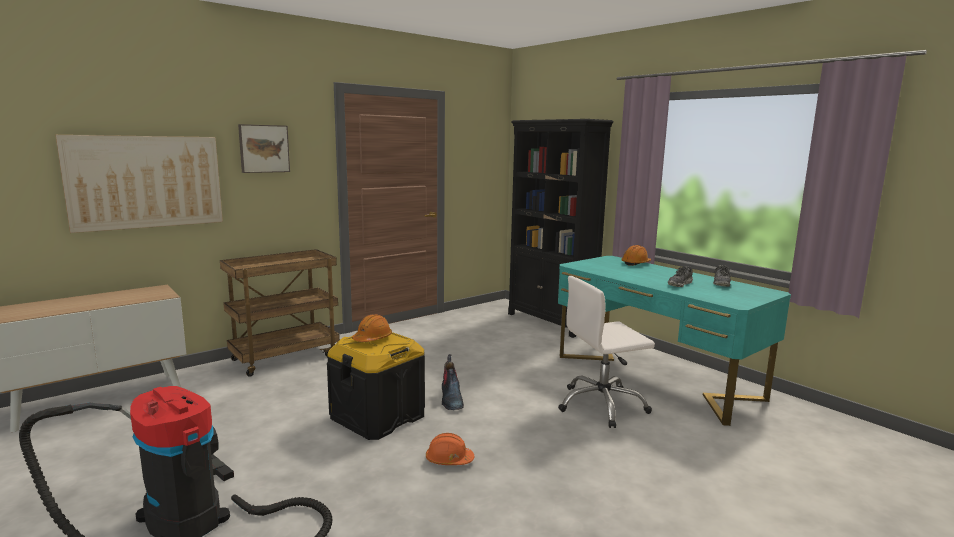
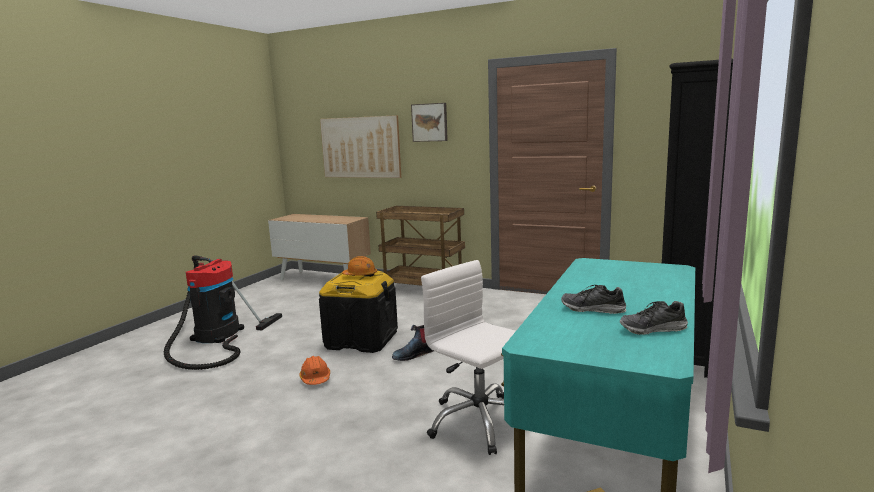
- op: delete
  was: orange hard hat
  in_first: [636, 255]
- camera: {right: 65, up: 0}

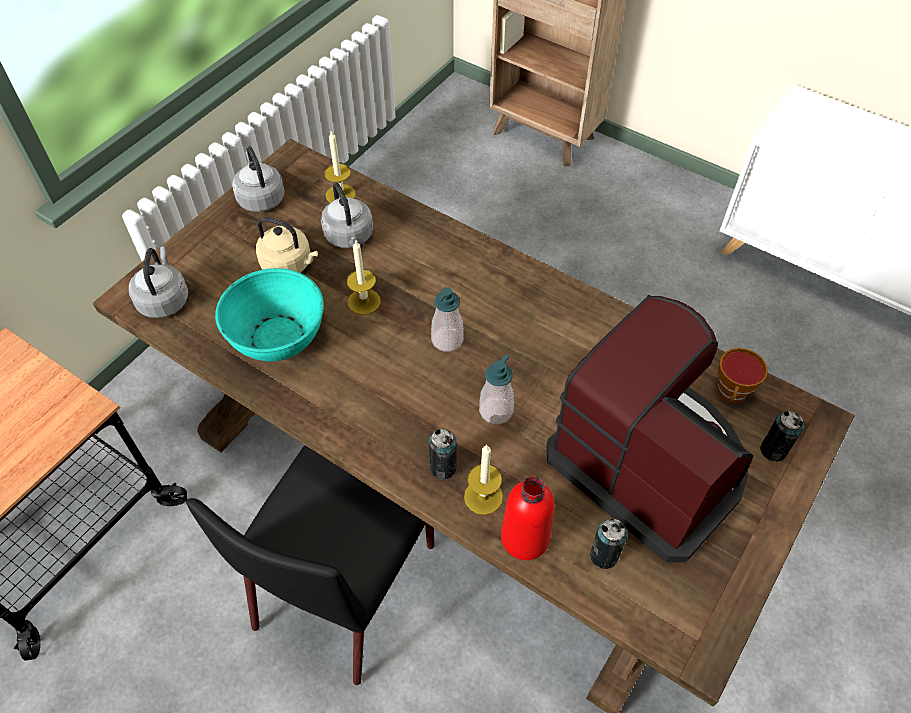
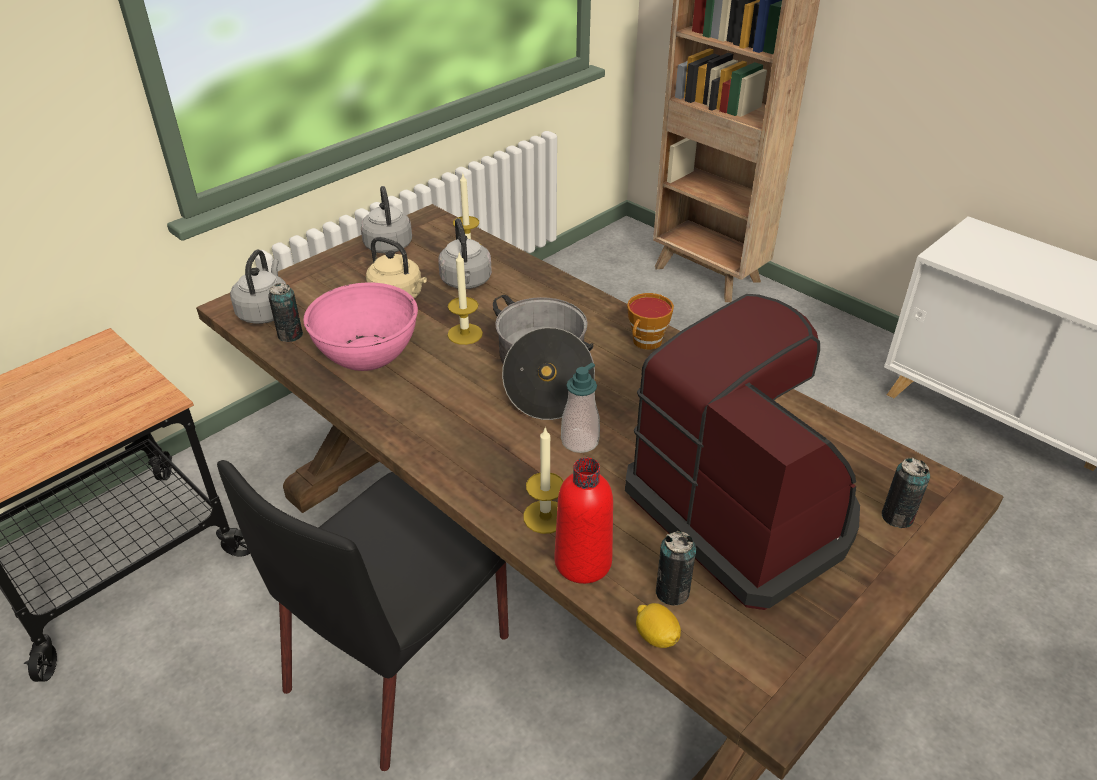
- op: move
  was: can
  in_first: [443, 454]
  in_second: [286, 312]
- op: recolor
  was: turquoise-coloured deep dish
  now: pink-coloured deep dish
  in_first: [269, 315]
  in_second: [360, 326]
- op: replace
  was: liquid soap bottle
  now: saucepot
  in_first: [447, 319]
  in_second: [544, 357]
- op: move
  was: drinking cup
  in_first: [742, 376]
  in_second: [650, 321]
- op: insert
  now: citrus fruit
  in_second: [658, 625]
- camera: {right: 10, up: -15}

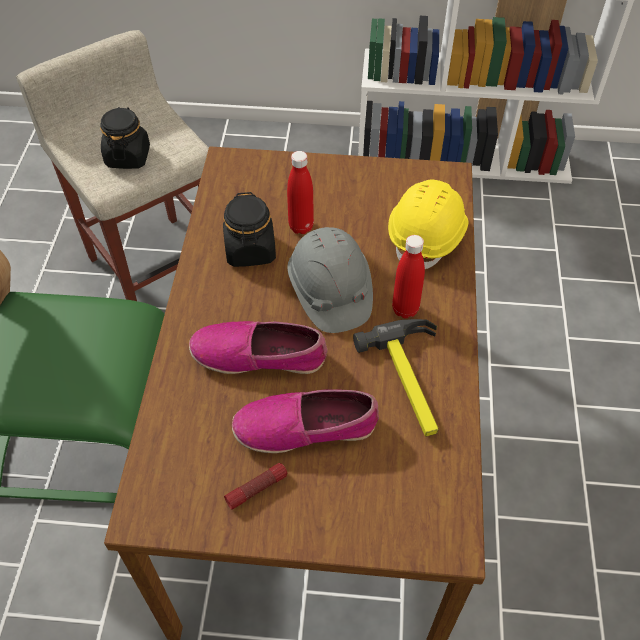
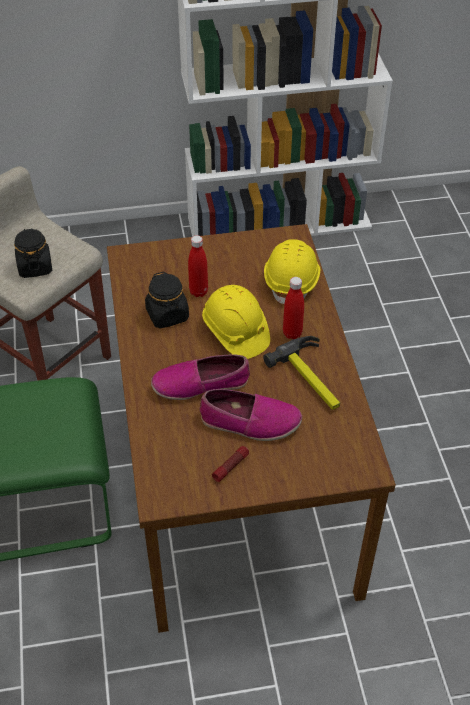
- op: rotate
  was: shoe
  in_first: [305, 421]
  in_second: [250, 415]
  clockwise: -150
- op: recolor
  was: grey hard hat
  now: yellowish hard hat
  in_first: [330, 280]
  in_second: [236, 322]
- camera: {right: -15, up: -5}

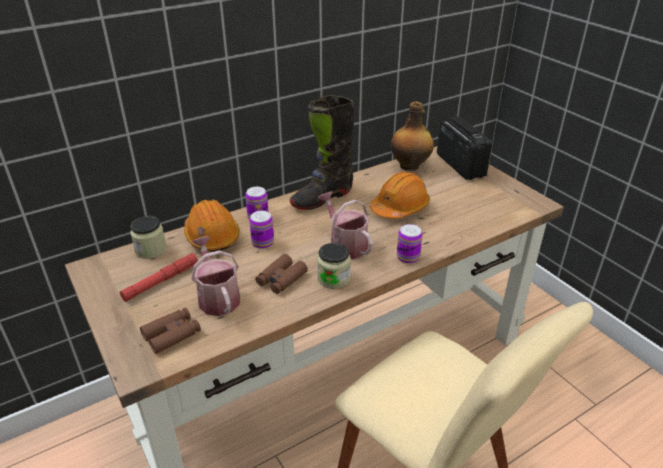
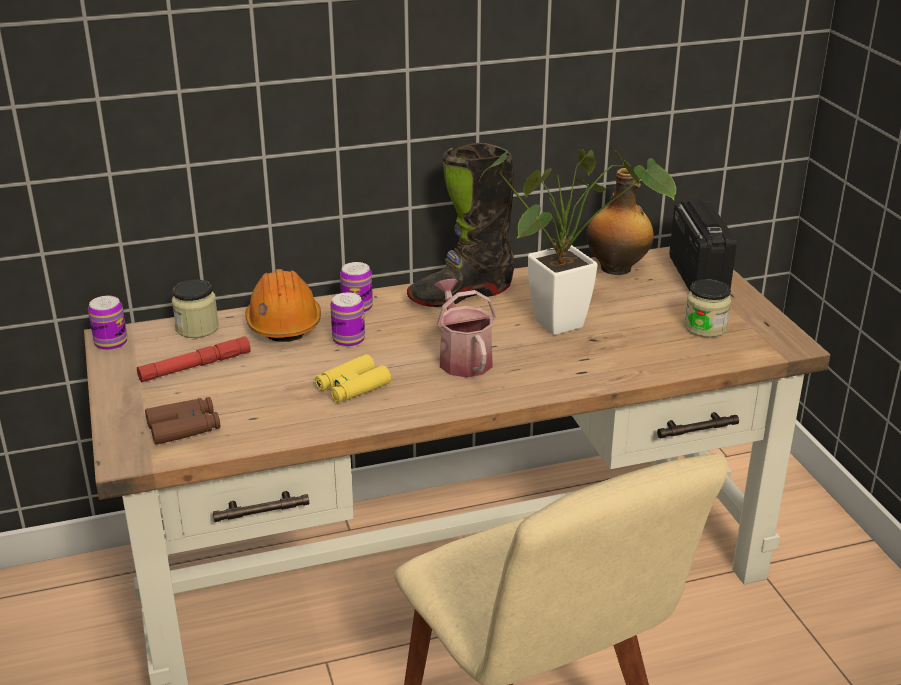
- op: move
  was: can
  in_first: [410, 244]
  in_second: [107, 323]
- op: recolor
  was: brown pair of binoculars
  now: yellowish pair of binoculars
  in_first: [281, 274]
  in_second: [353, 378]
- op: replace
  was: orange hard hat
  now: potted plant
  in_first: [400, 195]
  in_second: [576, 242]
- op: move
  was: storage jar
  in_first: [334, 266]
  in_second: [707, 308]
- op: delete
  was: sprinkling can
  in_first: [215, 276]
- camera: {right: 15, up: -5}

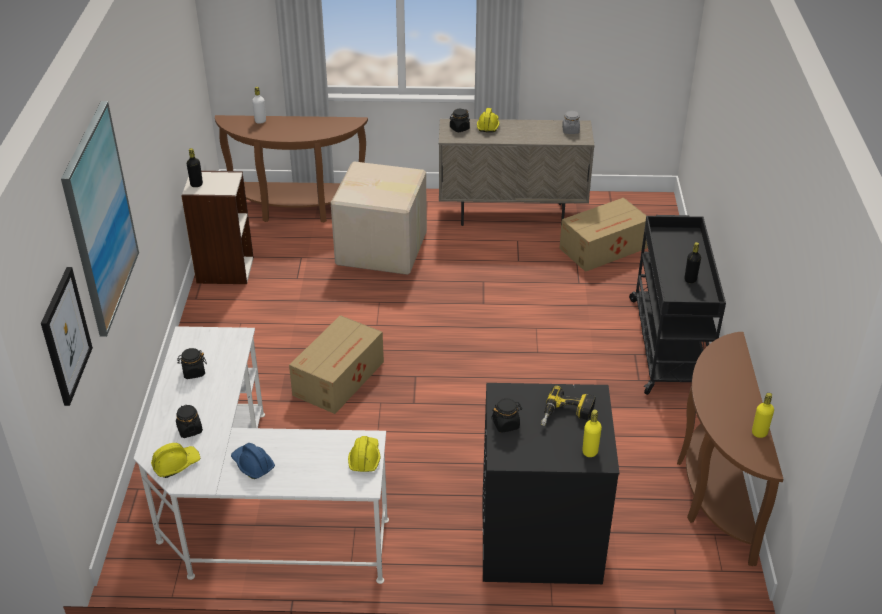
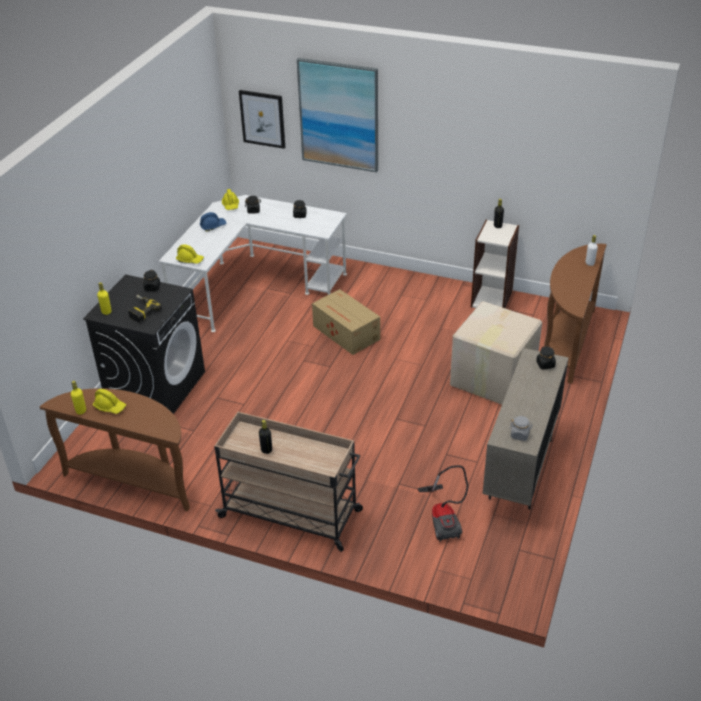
- op: move
  was: yellowish hard hat
  in_first: [488, 120]
  in_second: [109, 401]
- op: recolor
  was: black-coloured trolley
  now: sand-coloured trolley
  in_first: [677, 305]
  in_second: [288, 482]
- op: replace
  was: cardboard box
  now: hoover
  in_first: [603, 235]
  in_second: [443, 503]
- camera: {right: 110, up: 0}

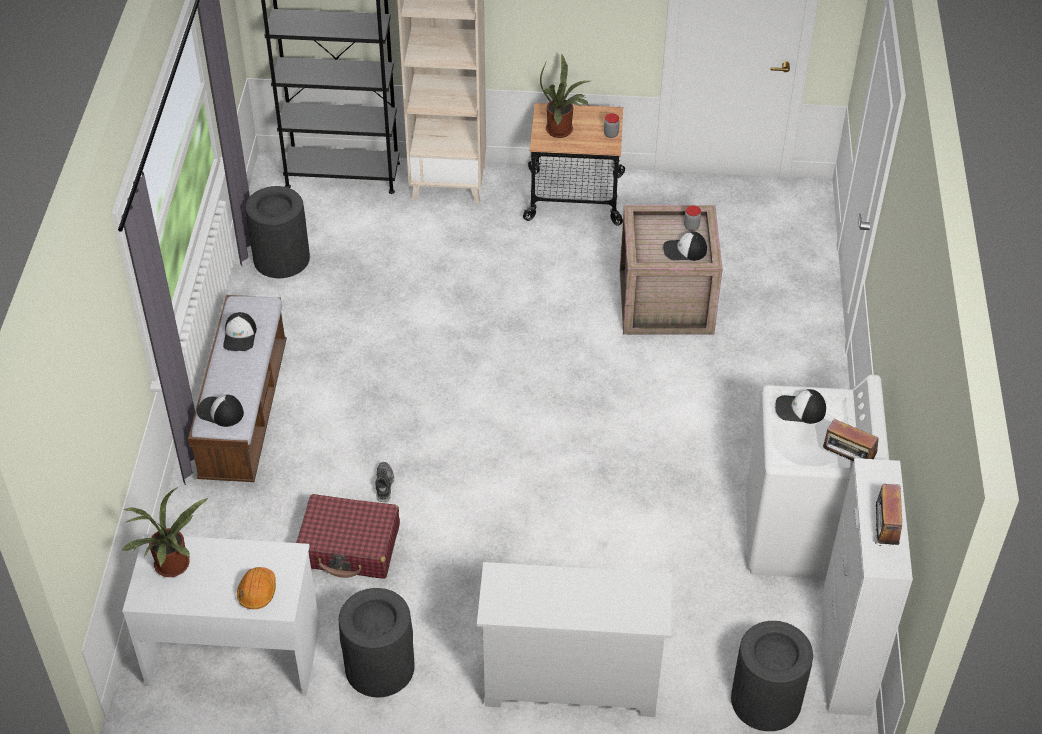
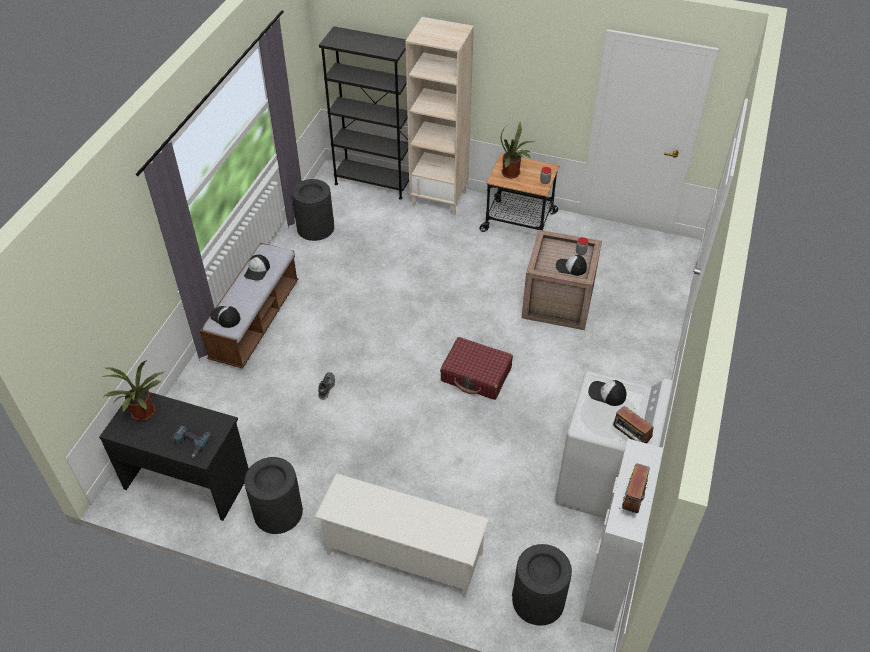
- op: recolor
  was: white-coloured desk table
  now: black-coloured desk table
  in_first: [221, 615]
  in_second: [174, 456]
- op: replace
  was: orange hard hat
  now: power drill
  in_first: [256, 588]
  in_second: [192, 441]
- op: replace
  was: white-coloured dresser
  now: white-coloured shoe rack
  in_first: [574, 639]
  in_second: [401, 535]
- op: move
  was: red-coloured suitcase
  in_first: [348, 536]
  in_second: [476, 368]
- camera: {right: 15, up: 0}

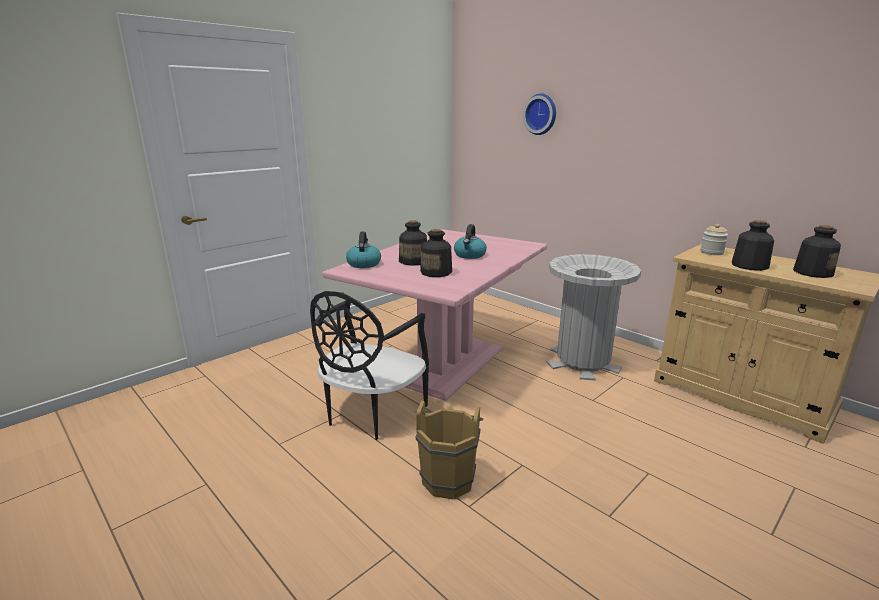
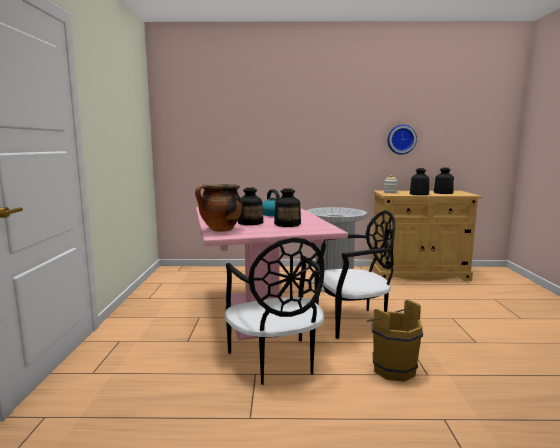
- op: replace
  was: tea kettle
  now: saucepot
  in_first: [363, 249]
  in_second: [218, 208]
- op: insert
  now: black-coloured upright chair
  in_second: [355, 274]
- op: move
  was: clock on the wall
  in_first: [539, 114]
  in_second: [402, 139]
- camera: {right: -45, up: -10}

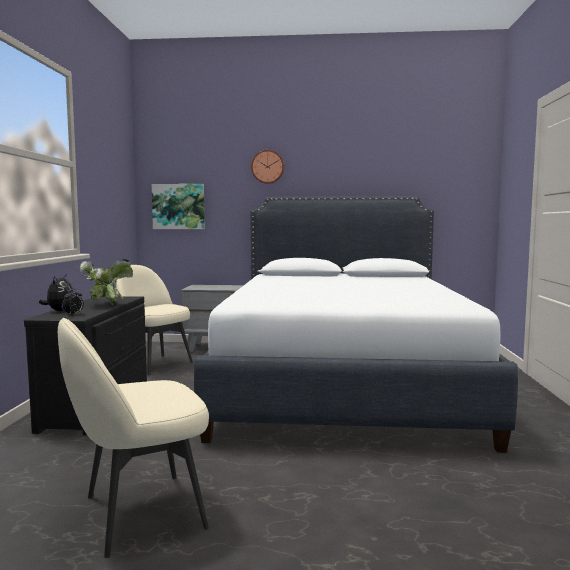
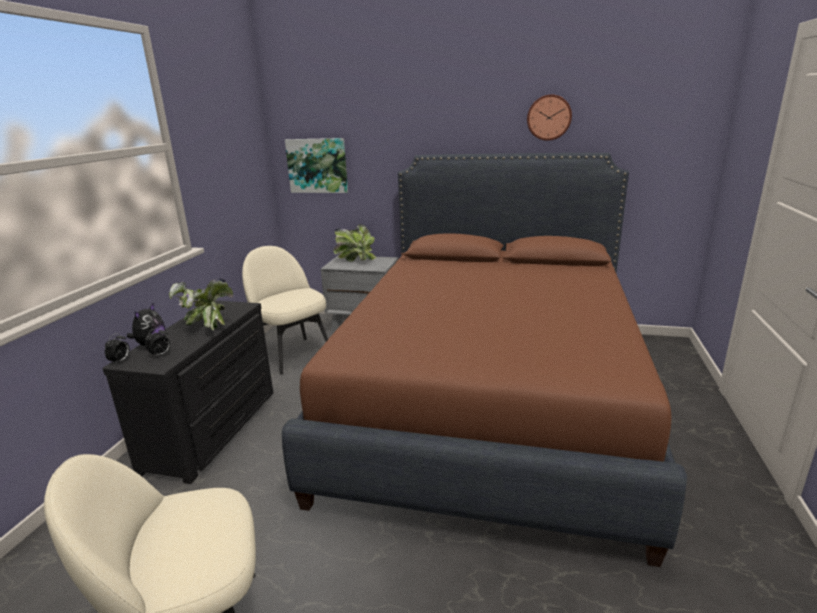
- op: insert
  now: alarm clock
  in_second: [117, 348]
- op: recolor
  was: white-coloured bed
  now: brown bed
  in_first: [356, 324]
  in_second: [484, 360]
- op: insert
  now: potted plant
  in_second: [354, 243]
- op: move
  was: clock on the wall
  in_first: [267, 167]
  in_second: [549, 118]
- camera: {right: 10, up: 15}

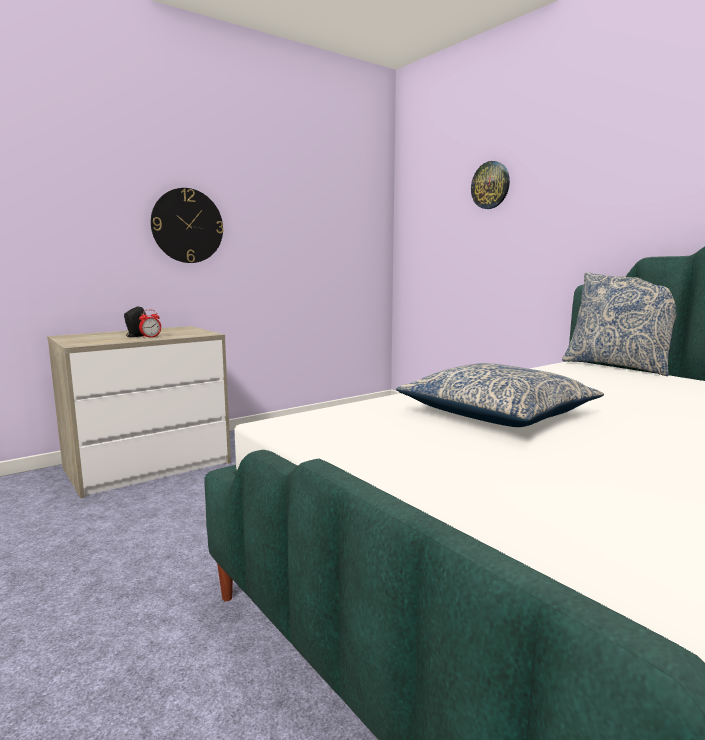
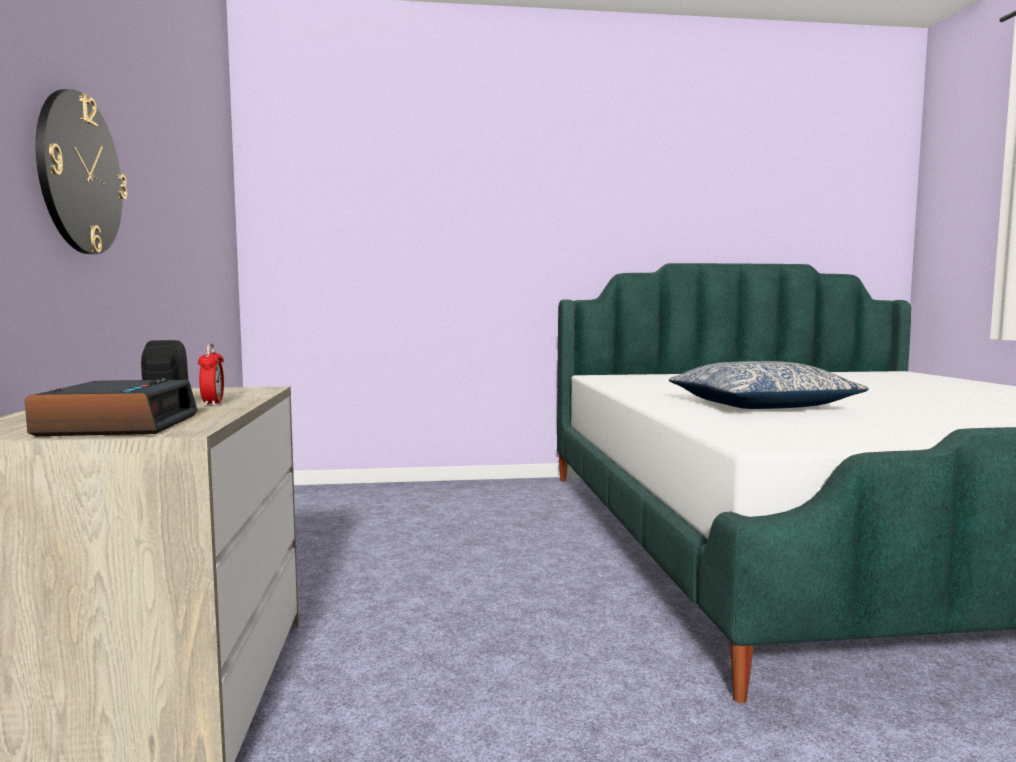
- op: insert
  now: alarm clock
  in_second: [111, 407]
- op: delete
  was: clock on the wall
  in_first: [490, 185]
- op: delete
  was: cushion
  in_first: [619, 324]
- camera: {right: -60, up: -5}

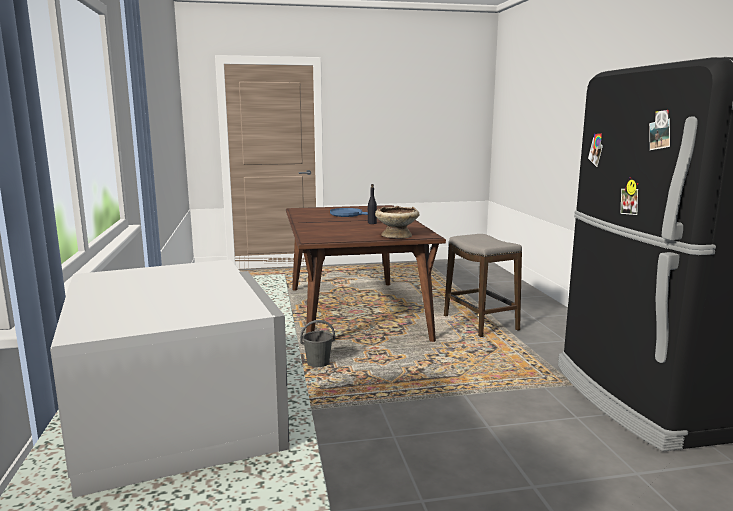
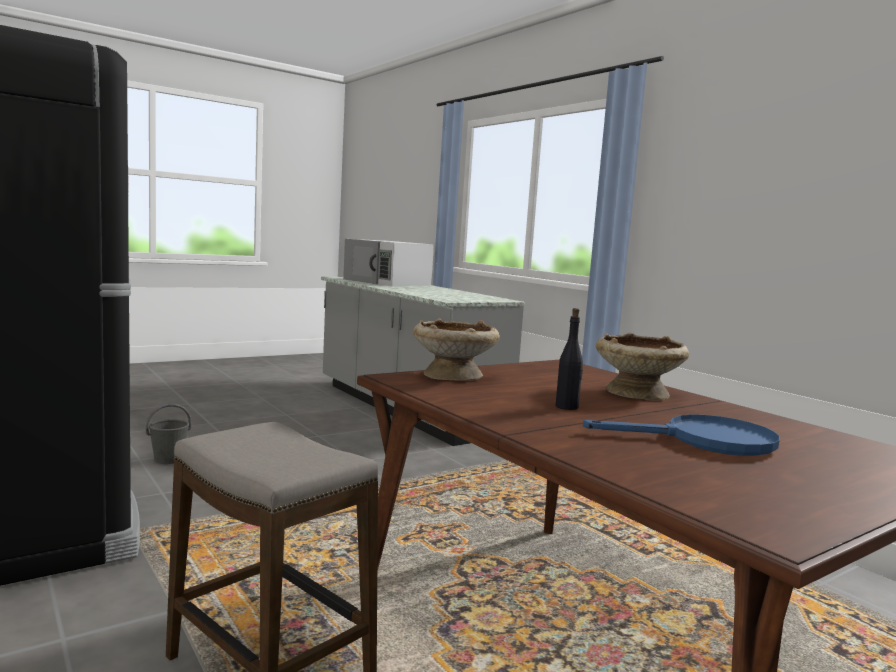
- op: move
  was: grey pail
  in_first: [317, 343]
  in_second: [169, 434]
- op: insert
  now: sand-coloured deep dish
  in_second: [642, 367]
- camera: {right: 155, up: -5}

